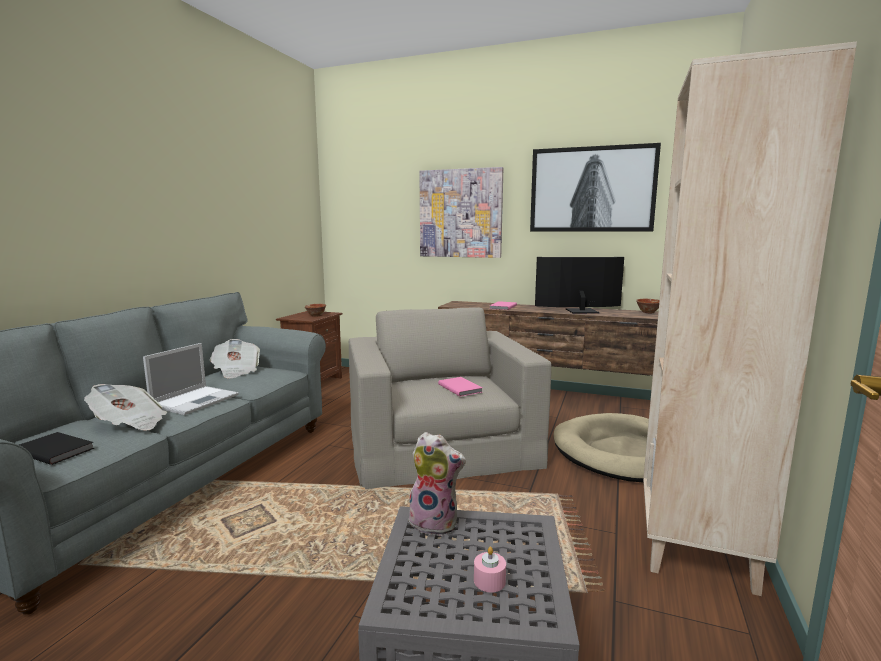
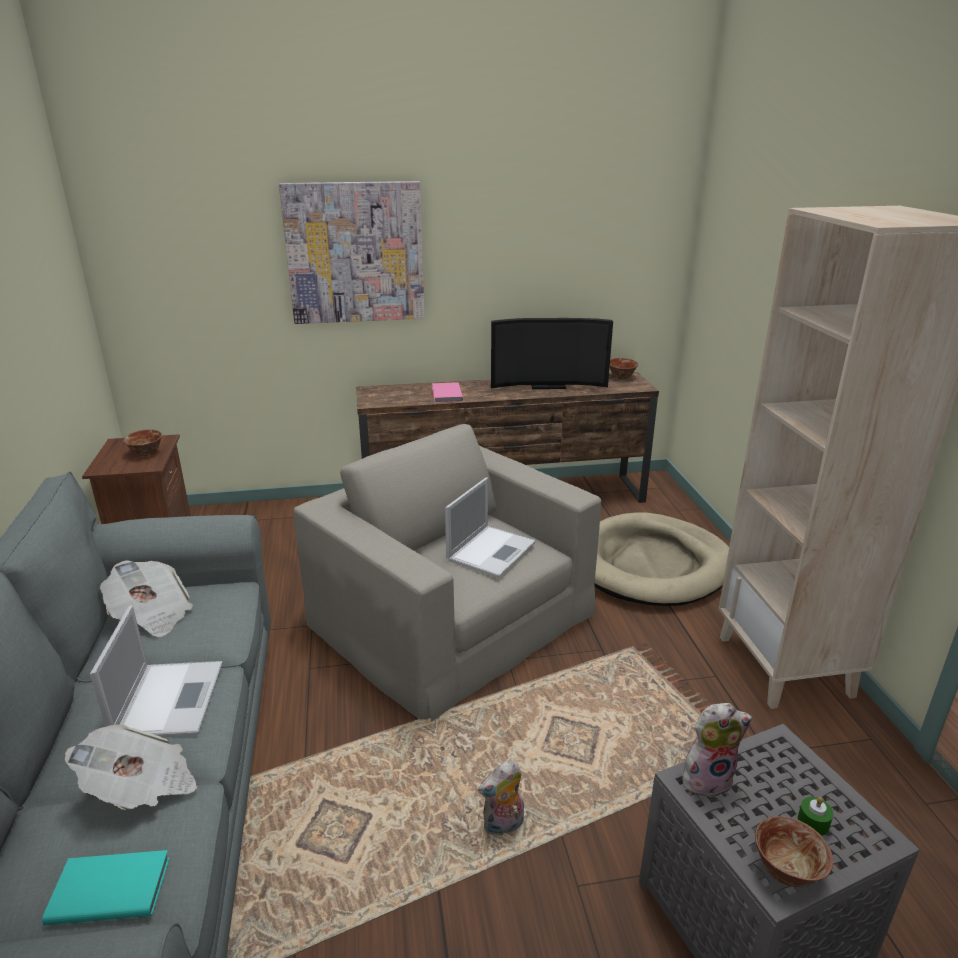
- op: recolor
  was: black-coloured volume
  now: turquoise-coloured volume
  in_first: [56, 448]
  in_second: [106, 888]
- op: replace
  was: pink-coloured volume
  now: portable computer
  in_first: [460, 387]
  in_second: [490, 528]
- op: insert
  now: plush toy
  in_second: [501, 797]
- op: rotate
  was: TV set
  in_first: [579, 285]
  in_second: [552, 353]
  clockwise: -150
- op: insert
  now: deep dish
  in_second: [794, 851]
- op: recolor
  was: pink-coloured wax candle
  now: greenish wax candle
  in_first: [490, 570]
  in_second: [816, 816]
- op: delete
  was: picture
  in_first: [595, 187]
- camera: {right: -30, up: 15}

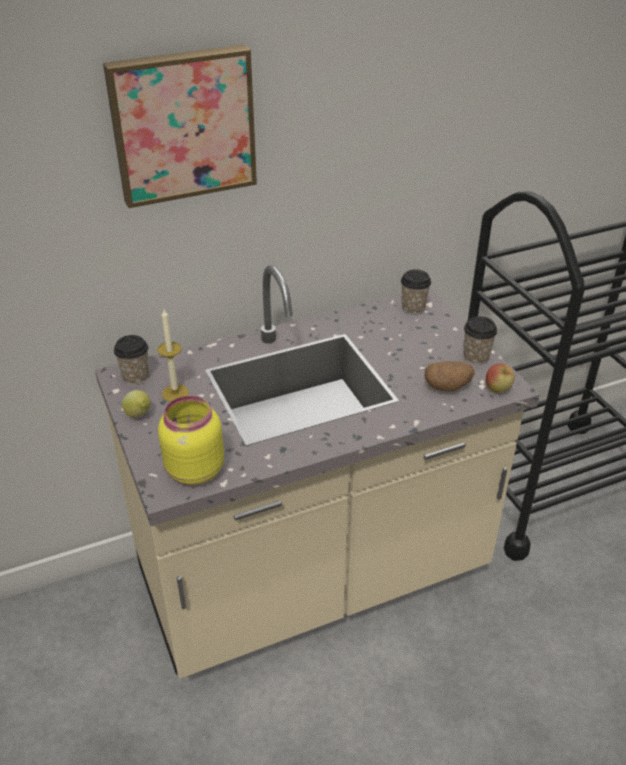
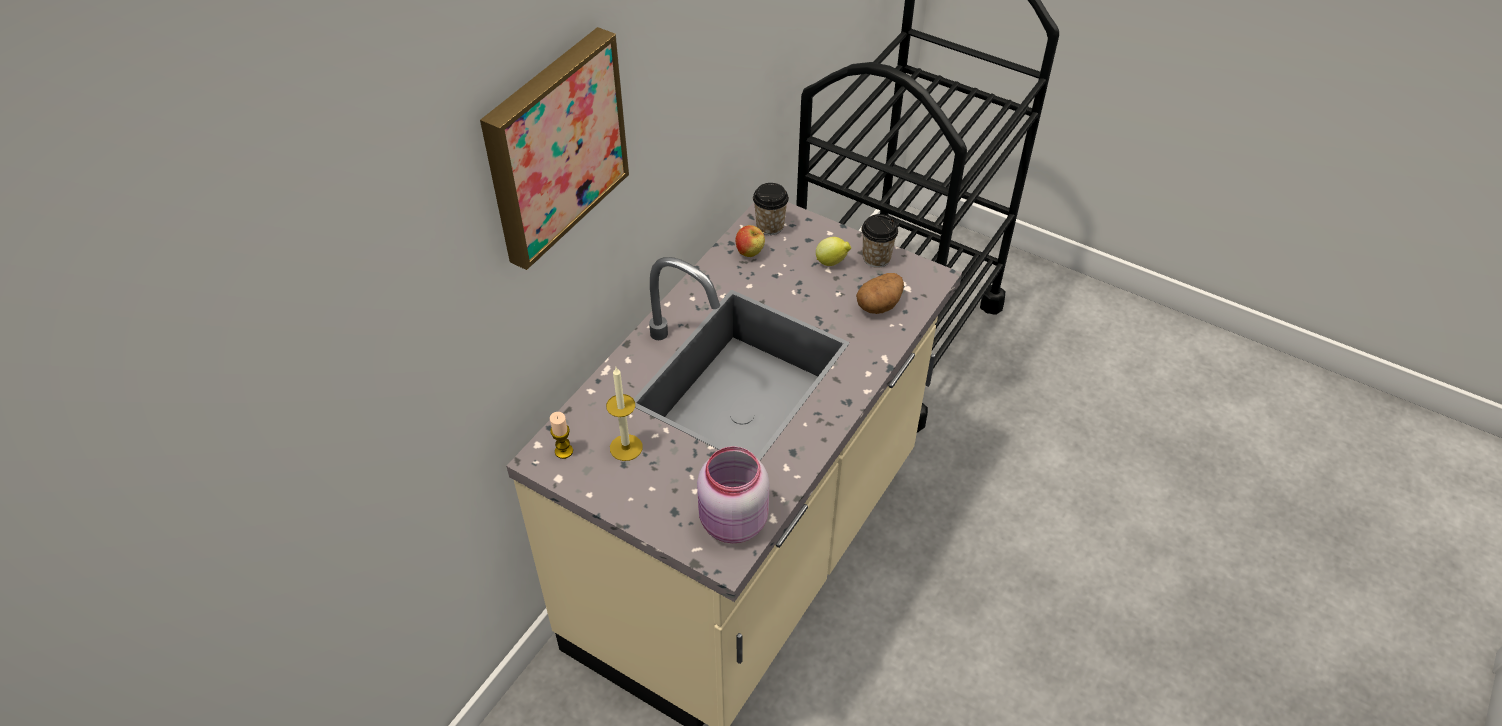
- op: replace
  was: drinking cup
  now: wax candle
  in_first: [131, 360]
  in_second: [561, 435]
- op: recolor
  was: yellowish storage jar
  now: pink-coloured storage jar
  in_first: [191, 441]
  in_second: [733, 494]
- op: move
  was: apple
  in_first: [500, 378]
  in_second: [750, 241]
- op: move
  was: citrus fruit
  in_first: [136, 404]
  in_second: [833, 251]
- camera: {right: -35, up: 10}

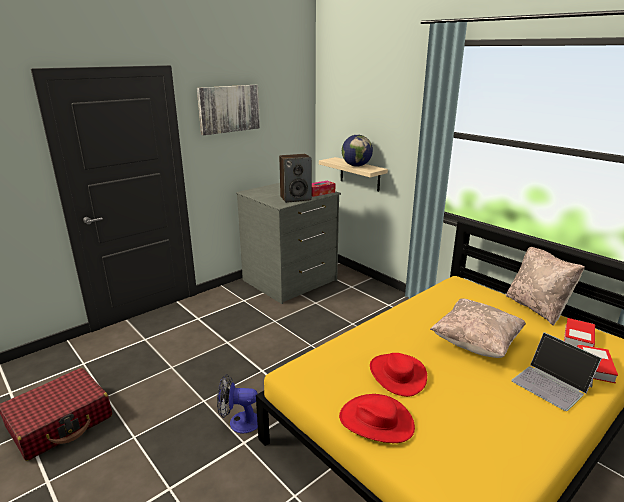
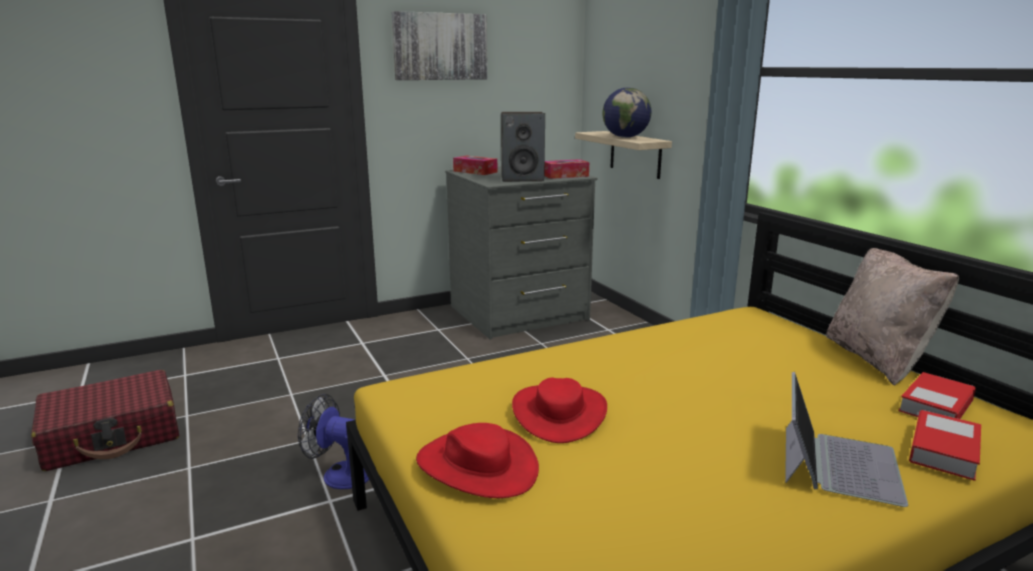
- op: insert
  now: tissue holder
  in_second: [475, 165]
- op: rotate
  was: portable computer
  in_first: [556, 371]
  in_second: [846, 439]
  clockwise: -135
- op: delete
  was: sand-coloured cushion
  in_first: [478, 328]
- camera: {right: 15, up: -5}

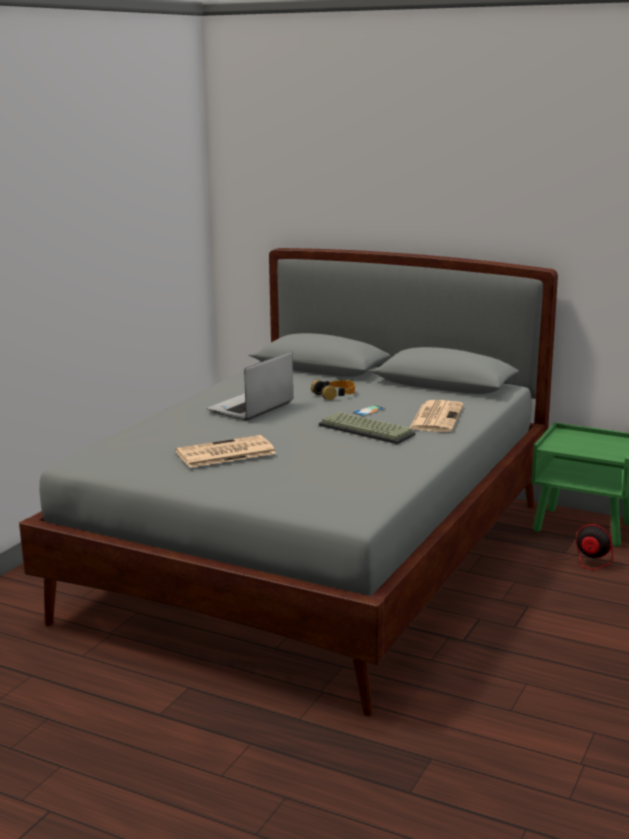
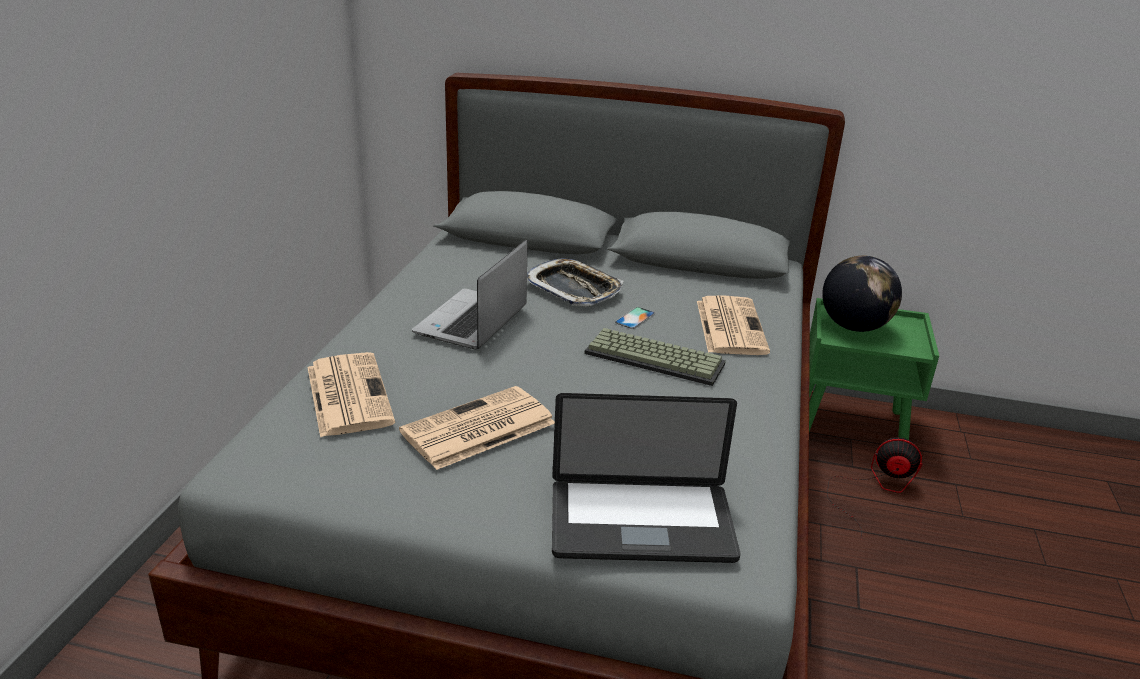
- op: insert
  now: printed paper
  in_second: [351, 395]
- op: replace
  was: headset
  now: carrying tray
  in_first: [333, 390]
  in_second: [575, 282]
- op: insert
  now: portable computer
  in_second: [646, 478]
- op: insert
  now: desk globe
  in_second: [862, 294]
- camera: {right: -15, up: 10}

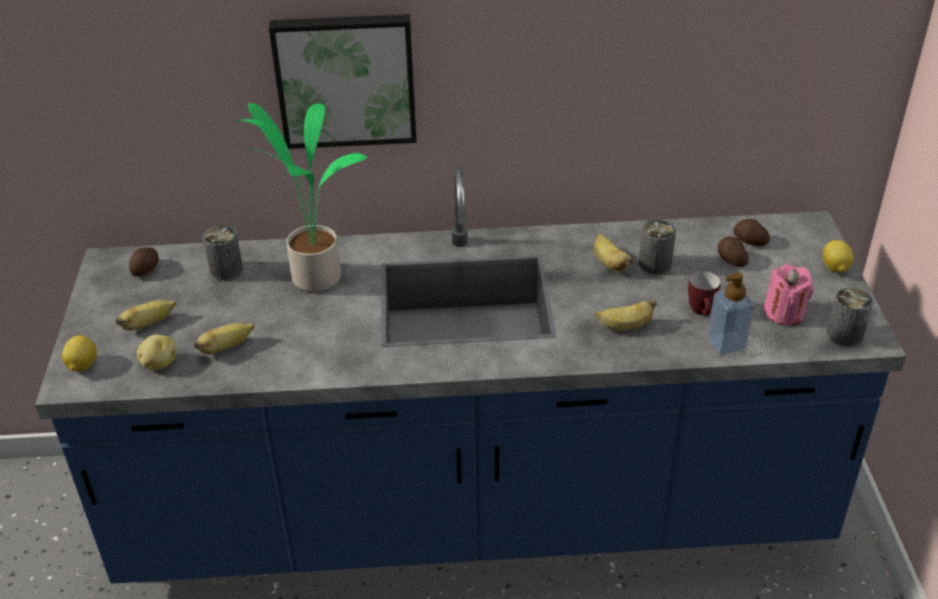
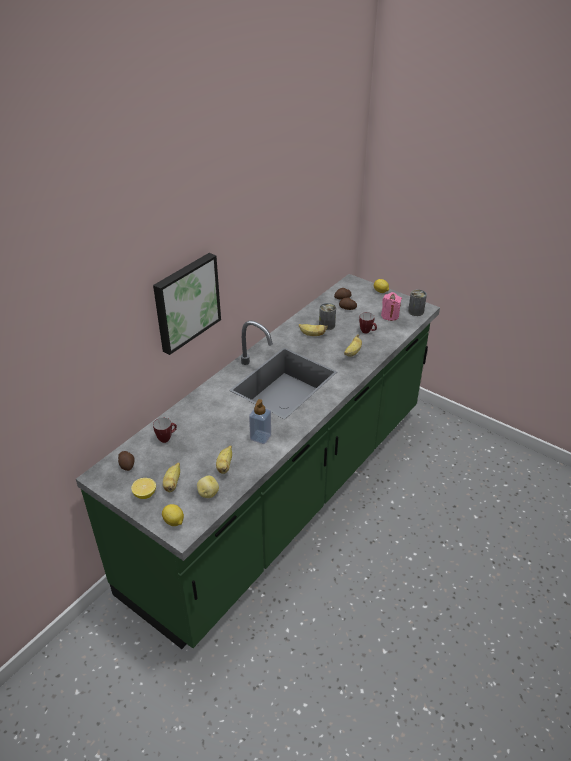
- op: recolor
  was: blue-coloured kitchen counter
  now: greenish kitchen counter
  in_first: [470, 375]
  in_second: [258, 461]
- op: insert
  now: citrus fruit
  in_second: [143, 488]
- op: replace
  was: can
  now: coffee mug
  in_first: [223, 253]
  in_second: [165, 430]
- op: move
  was: liquid soap bottle
  in_first: [730, 314]
  in_second: [260, 421]
- op: delete
  was: potted plant
  in_first: [301, 197]
- camera: {right: -50, up: 0}

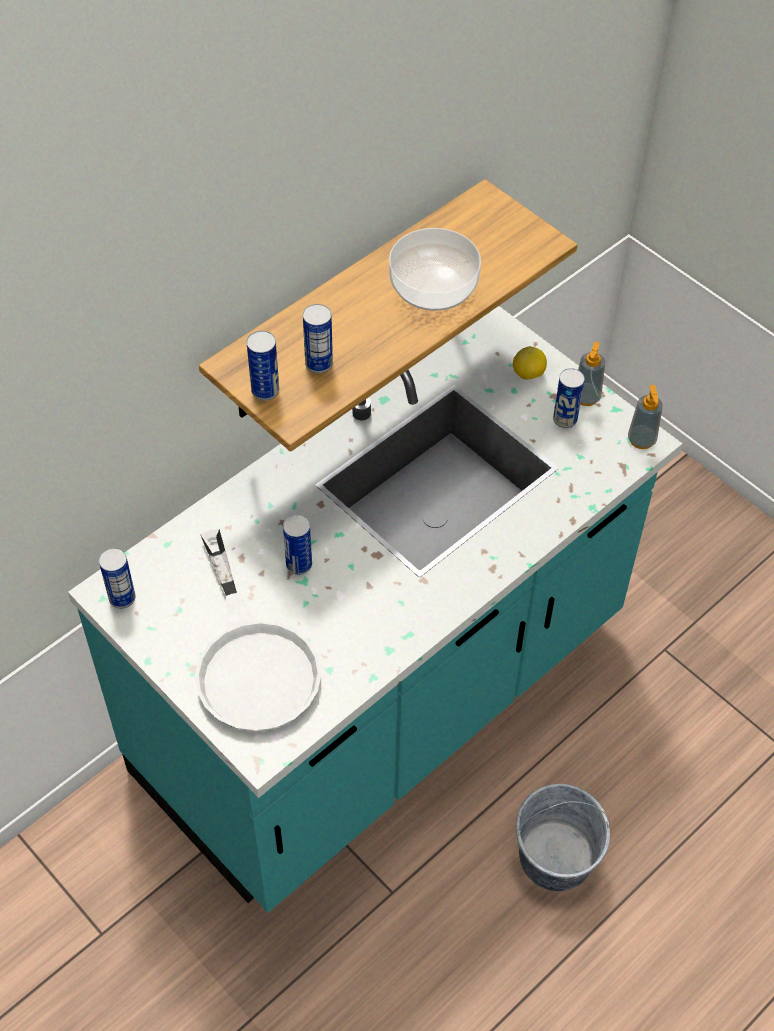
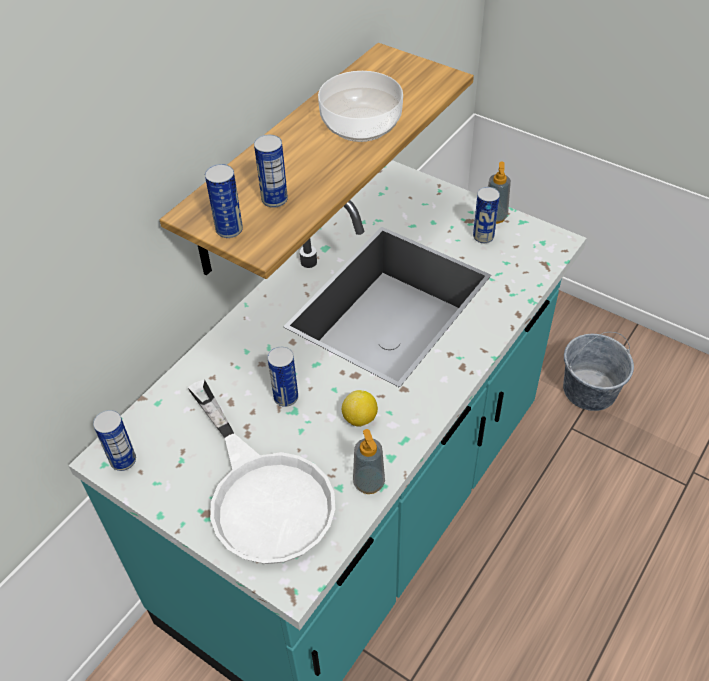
- op: move
  was: citrus fruit
  in_first: [530, 363]
  in_second: [360, 408]
- op: move
  was: liquid soap bottle
  in_first: [645, 417]
  in_second: [369, 461]
- op: move
  was: grey pail
  in_first: [563, 837]
  in_second: [598, 371]
- camera: {right: -10, up: -5}

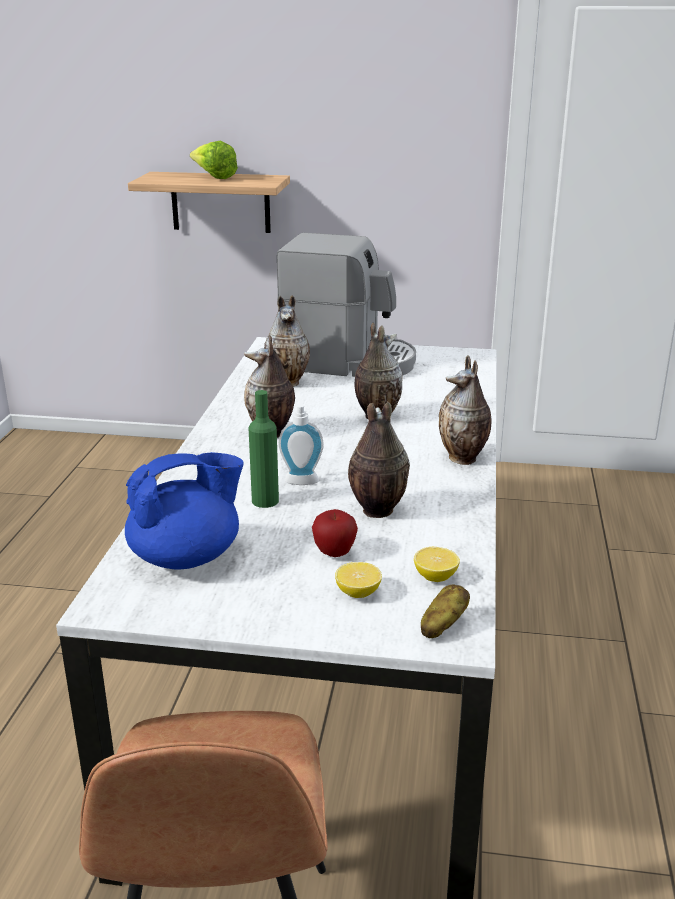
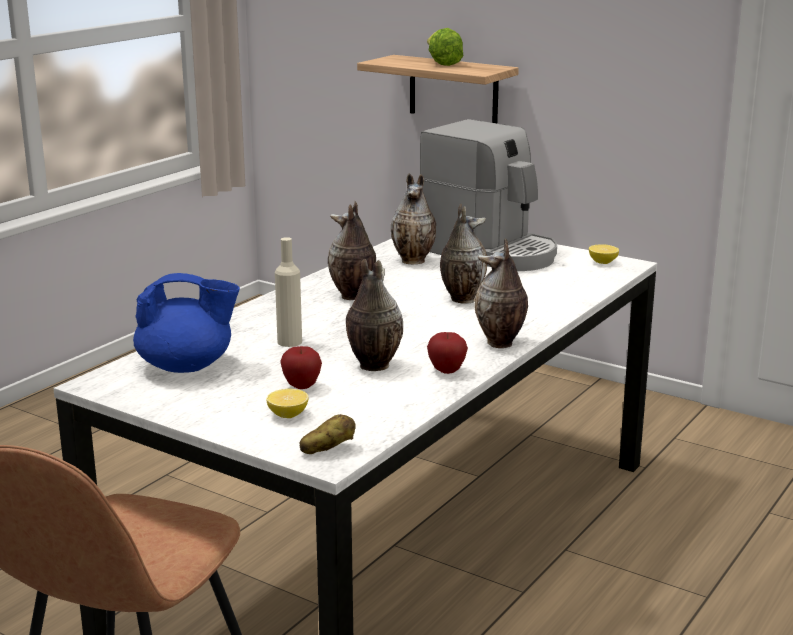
- op: recolor
  was: greenish bottle
  now: sand-coloured bottle
  in_first: [263, 449]
  in_second: [288, 292]
- op: insert
  now: apple
  in_second: [447, 353]
- op: move
  was: citrus fruit
  in_first: [437, 564]
  in_second: [604, 254]
- op: delete
  was: liquid soap bottle
  in_first: [301, 442]
- camera: {right: 25, up: -5}

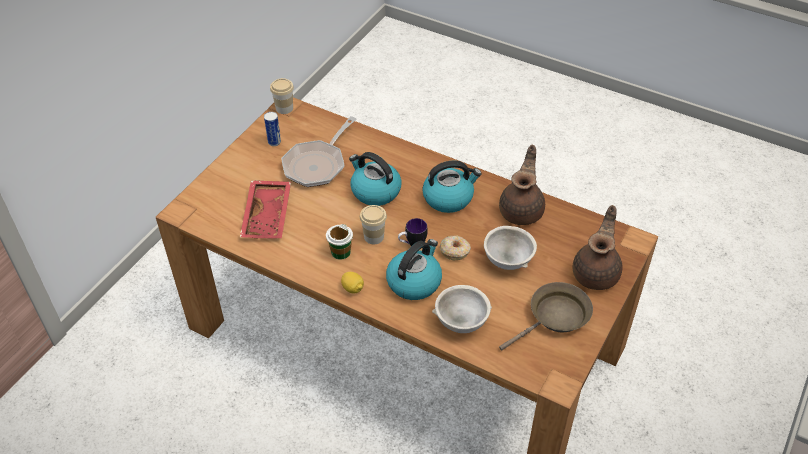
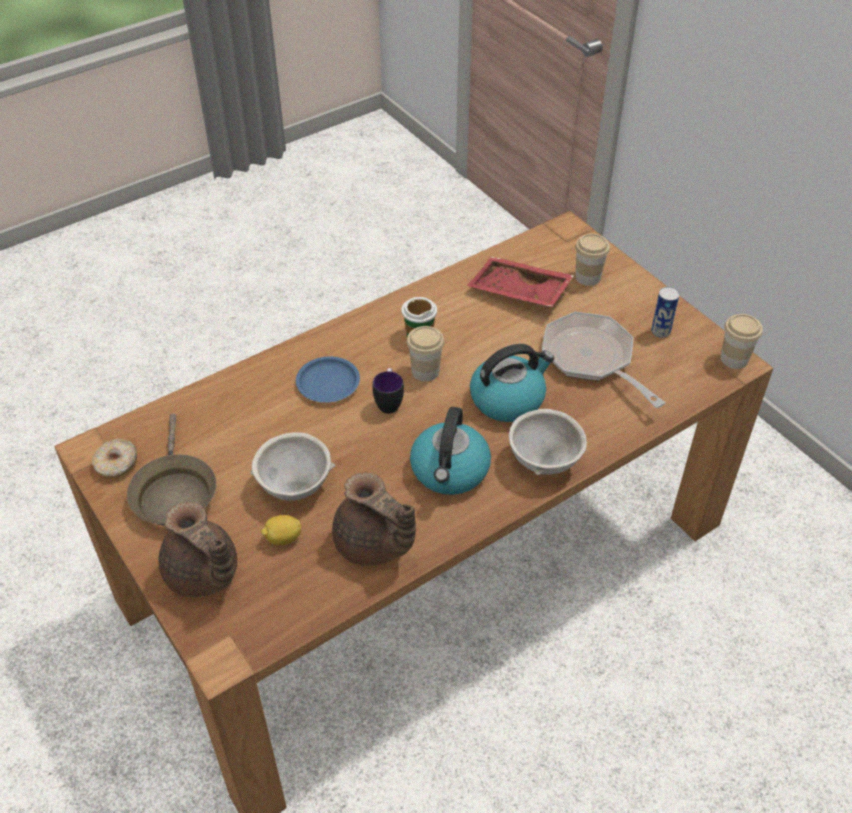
- op: move
  was: doughnut
  in_first: [455, 247]
  in_second: [114, 458]
- op: move
  was: citrus fruit
  in_first: [352, 283]
  in_second: [281, 530]
- op: replace
  was: tea kettle
  now: blue-coloured flat dish
  in_first: [414, 269]
  in_second: [328, 380]
- op: move
  was: grey deep dish
  in_first: [462, 309]
  in_second: [548, 442]
- op: insert
  now: drinking cup
  in_second: [592, 260]
- camera: {right: 115, up: 0}

